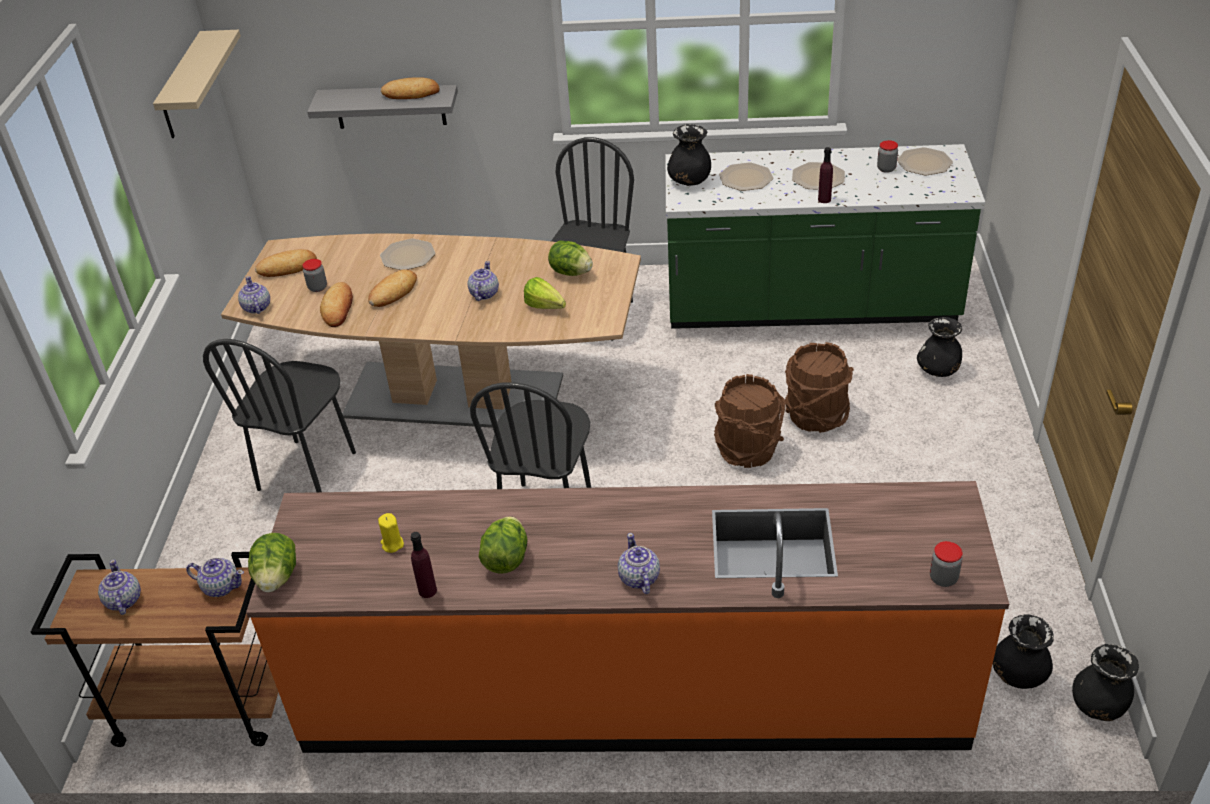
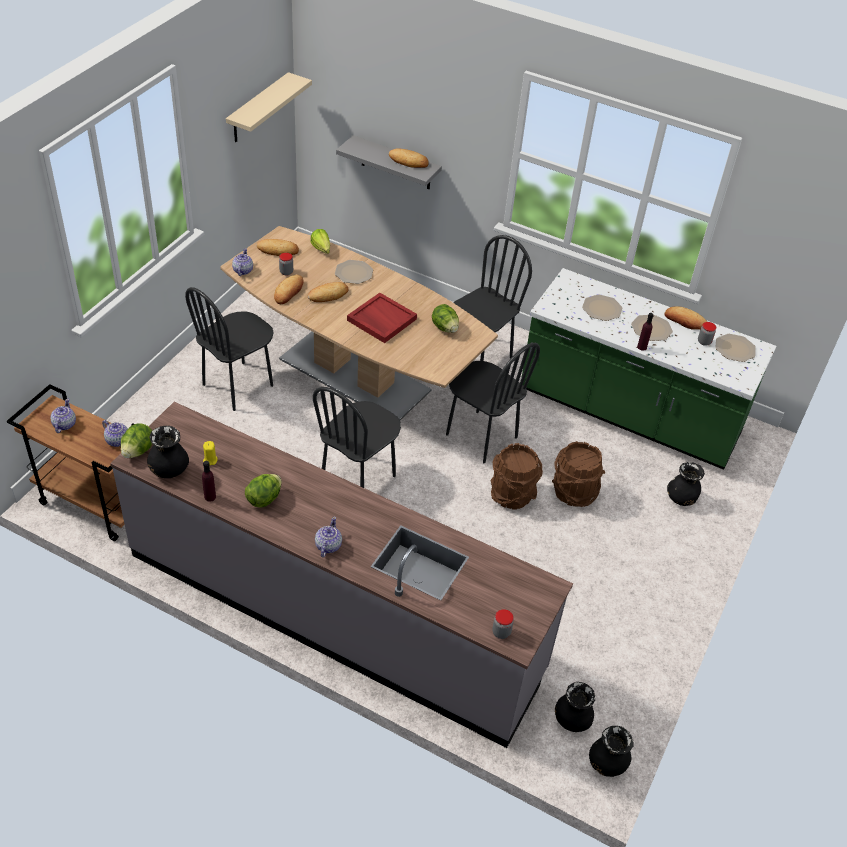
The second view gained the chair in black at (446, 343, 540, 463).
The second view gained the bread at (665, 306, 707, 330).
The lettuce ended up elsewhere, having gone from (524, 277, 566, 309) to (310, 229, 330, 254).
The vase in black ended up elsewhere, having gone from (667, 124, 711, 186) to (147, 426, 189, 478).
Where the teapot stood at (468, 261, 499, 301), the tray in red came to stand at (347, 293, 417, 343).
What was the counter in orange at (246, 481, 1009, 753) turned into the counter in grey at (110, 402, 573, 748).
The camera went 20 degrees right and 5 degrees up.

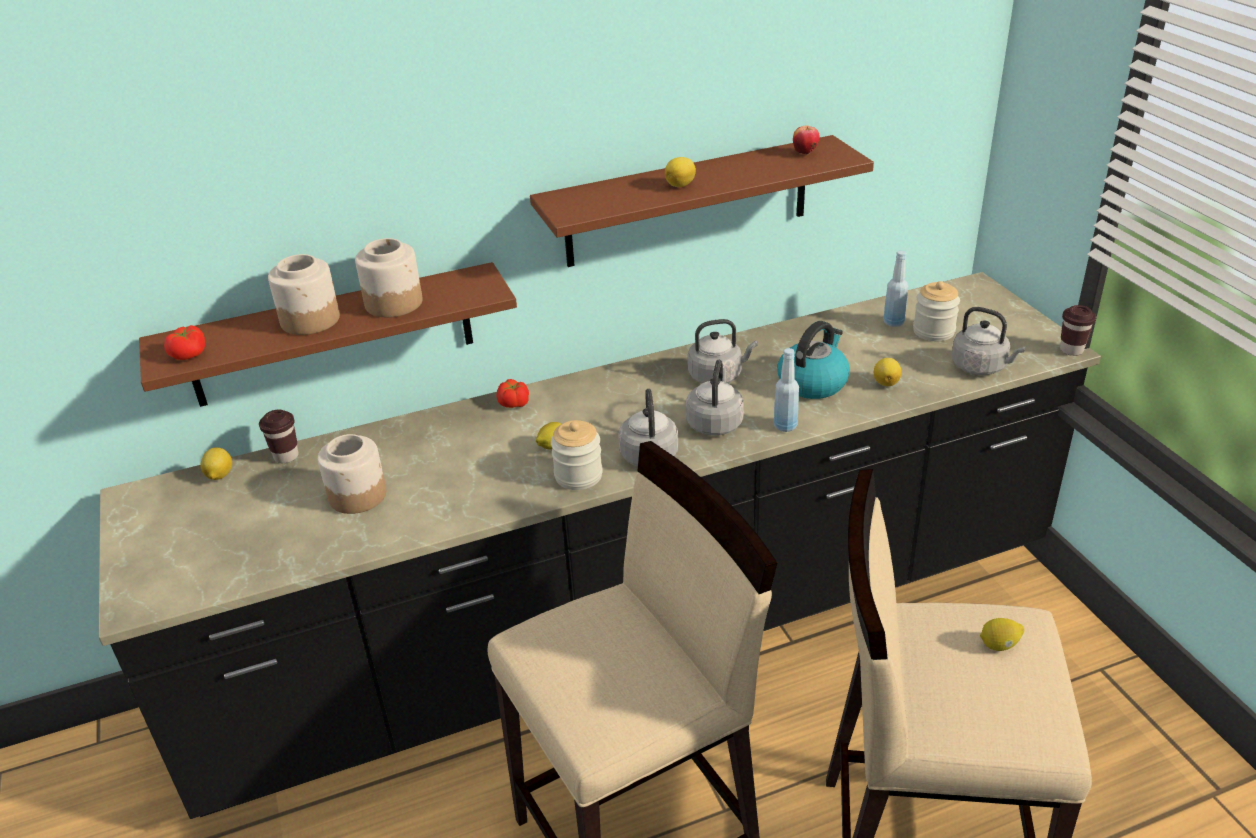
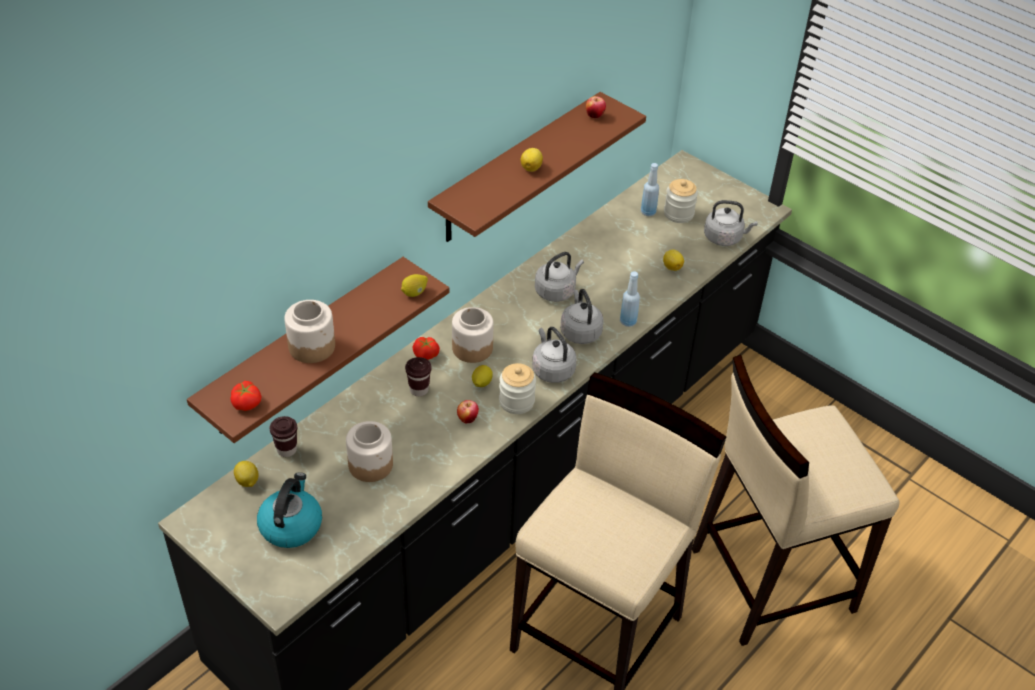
The second view gained the apple at (457, 400, 479, 424).
The jar ended up elsewhere, having gone from (355, 238, 423, 317) to (452, 307, 494, 363).
The kettle ended up elsewhere, having gone from (777, 321, 850, 399) to (257, 472, 322, 548).
The lemon ended up elsewhere, having gone from (980, 618, 1024, 651) to (401, 274, 428, 297).
The cup in brown ended up elsewhere, having gone from (1060, 305, 1096, 356) to (405, 357, 431, 396).
The camera went 30 degrees left and 10 degrees up.

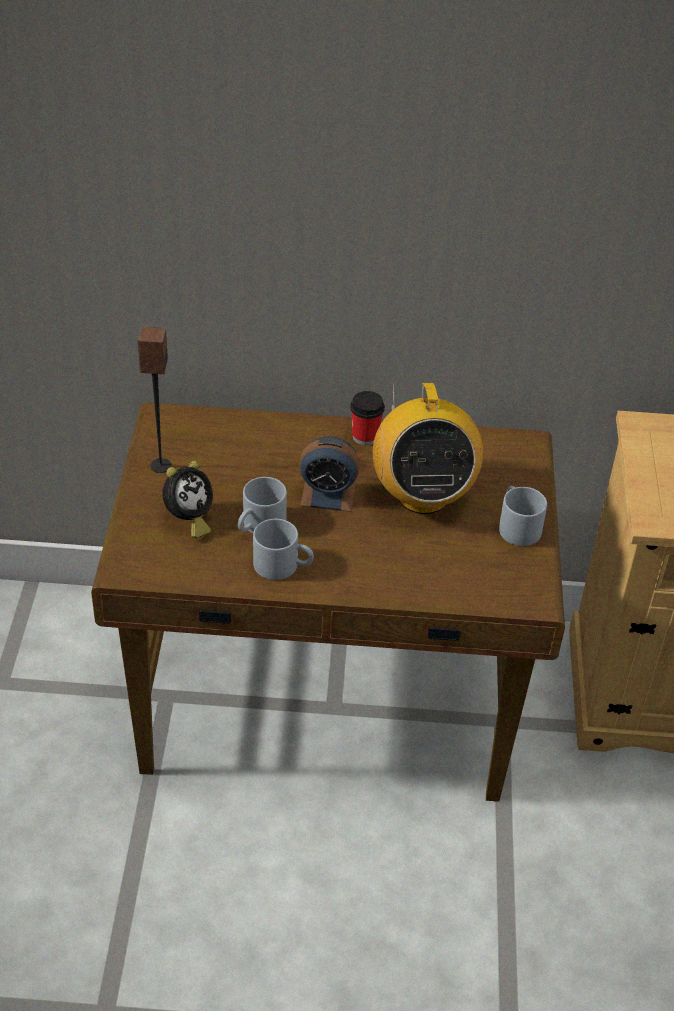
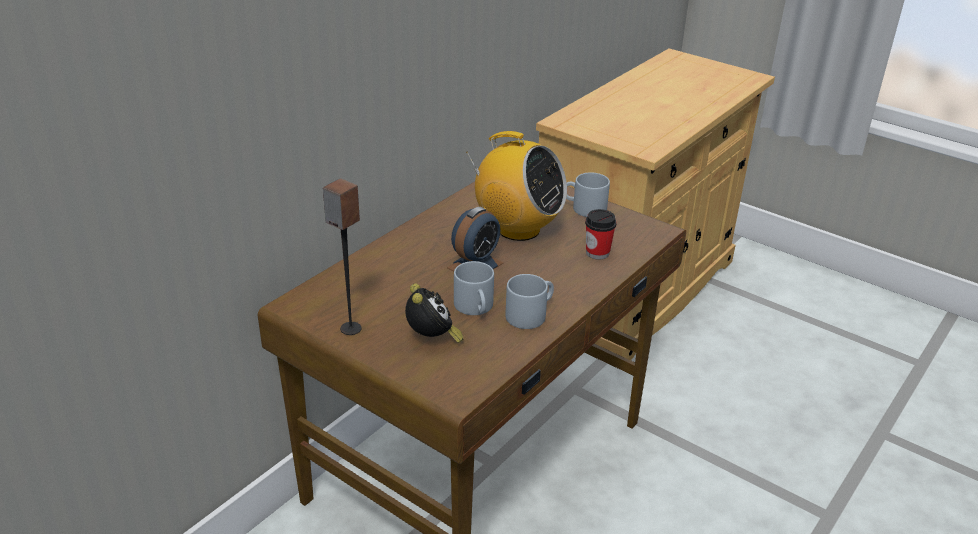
The cup ended up elsewhere, having gone from (350, 391, 385, 446) to (585, 209, 616, 260).
The camera went 55 degrees left and 10 degrees down.

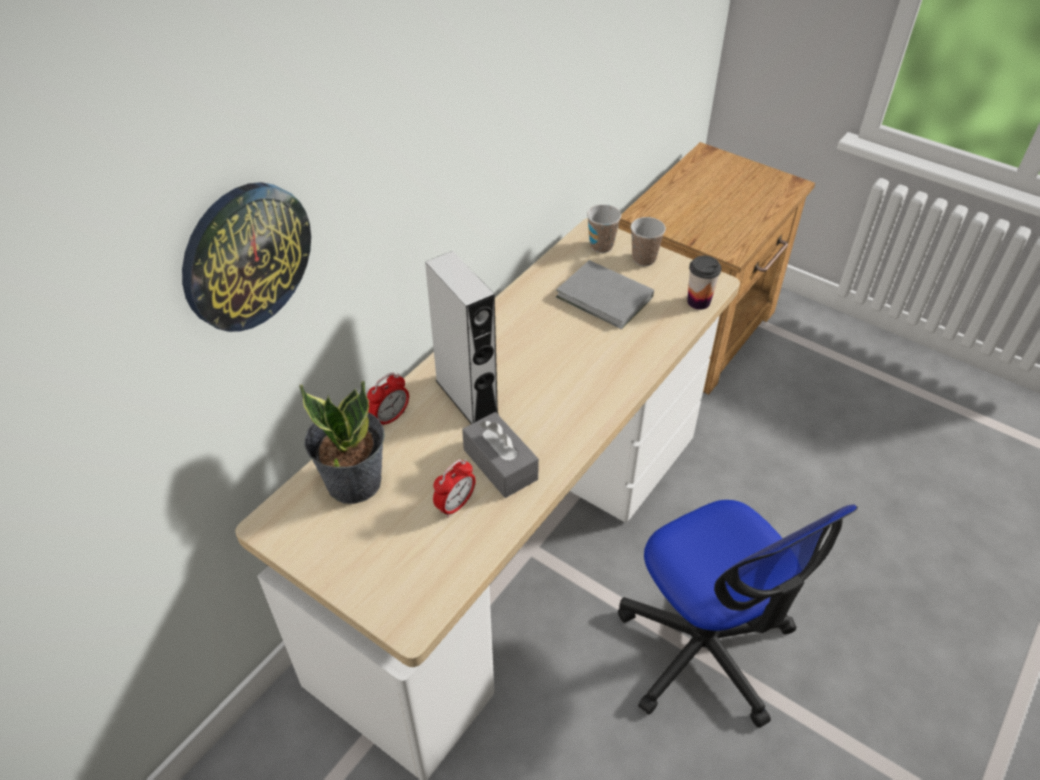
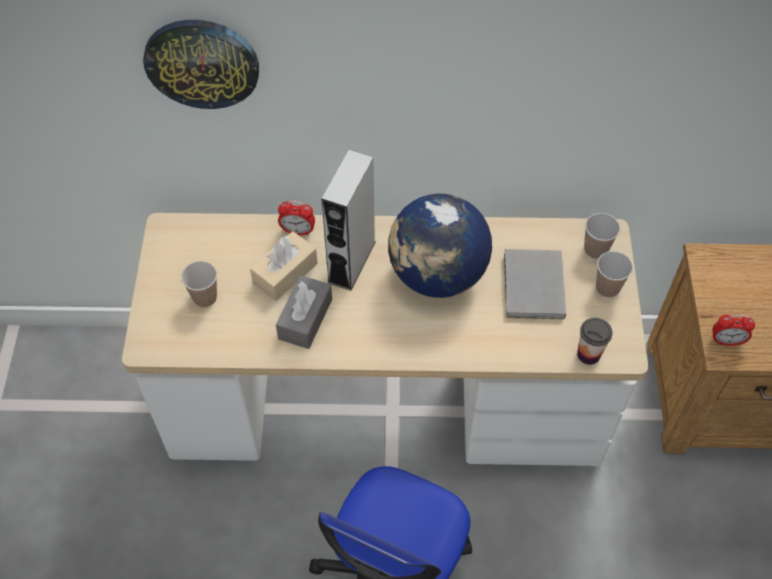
The second view lost the potted plant at (299, 381, 385, 504).
The second view gained the cup at (181, 261, 217, 308).
The second view gained the tissue box in beige at (250, 231, 318, 301).
The second view gained the globe at (388, 194, 492, 298).
The alarm clock ended up elsewhere, having gone from (433, 459, 476, 518) to (712, 314, 755, 346).
The camera went 55 degrees right and 10 degrees up.

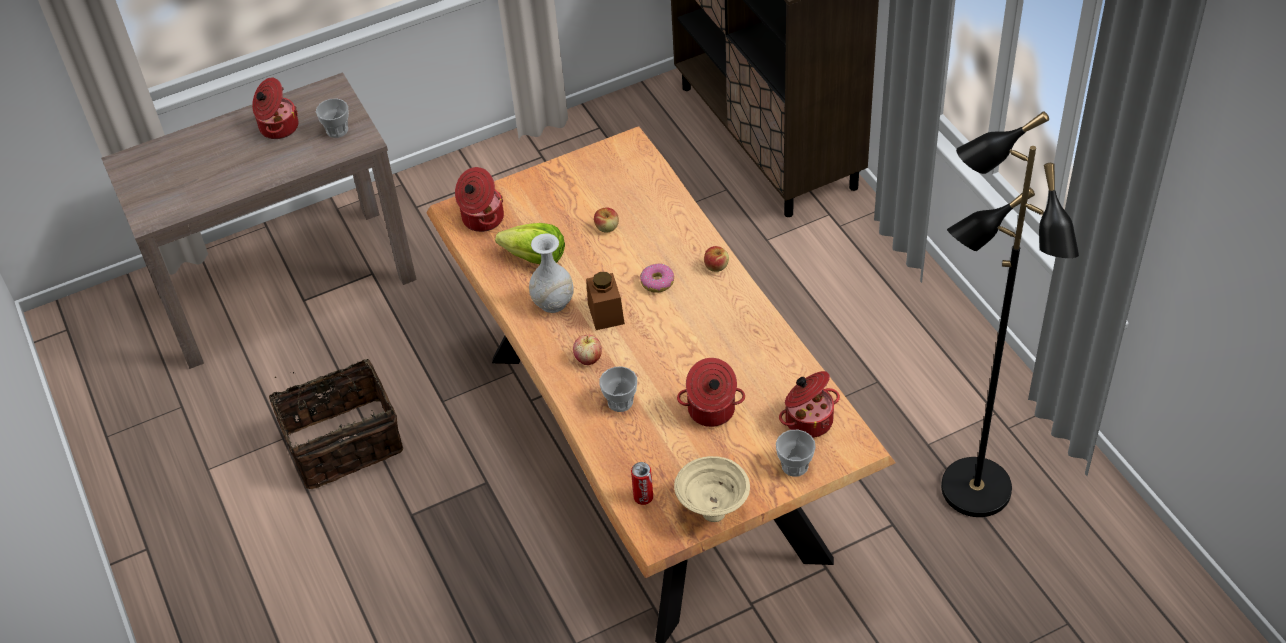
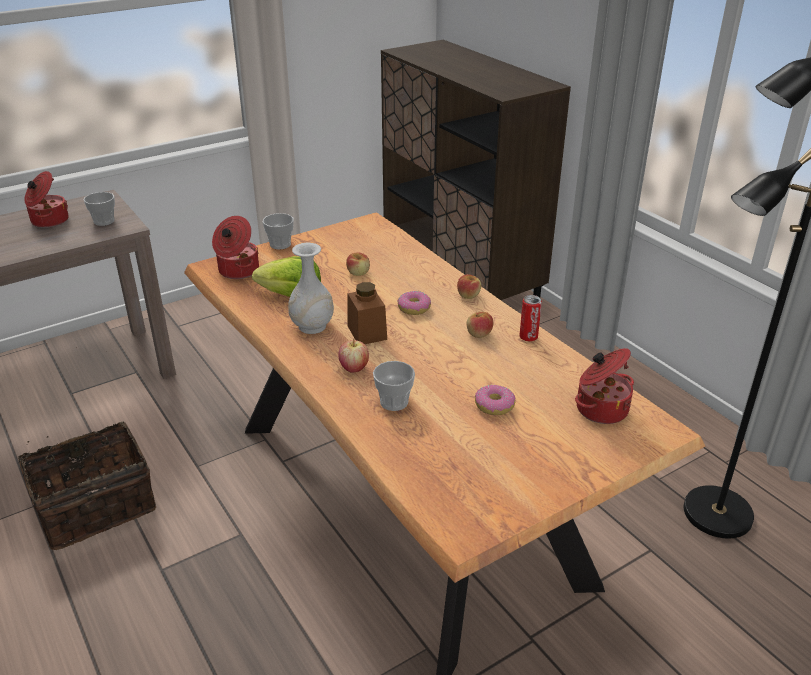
The second view lost the bowl in beige at (674, 456, 750, 522).
The second view gained the apple at (467, 312, 493, 338).
The can ended up elsewhere, having gone from (631, 462, 653, 505) to (520, 295, 542, 341).
The cup ended up elsewhere, having gone from (776, 430, 816, 477) to (263, 213, 294, 250).
Where the cooking pot stood at (677, 358, 745, 427), the donut came to stand at (475, 385, 515, 415).
The camera went 10 degrees left and 15 degrees down.

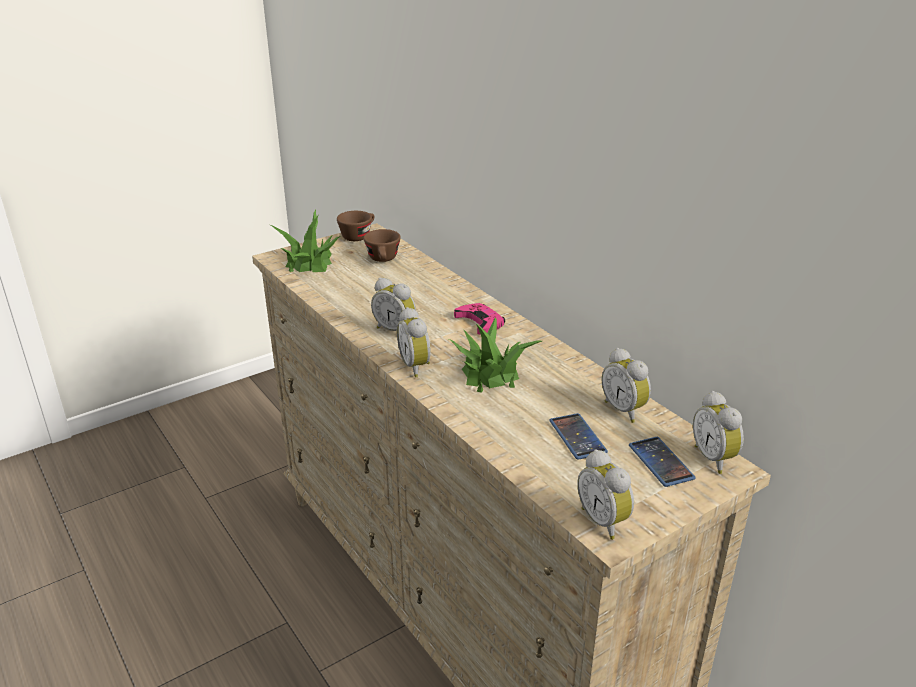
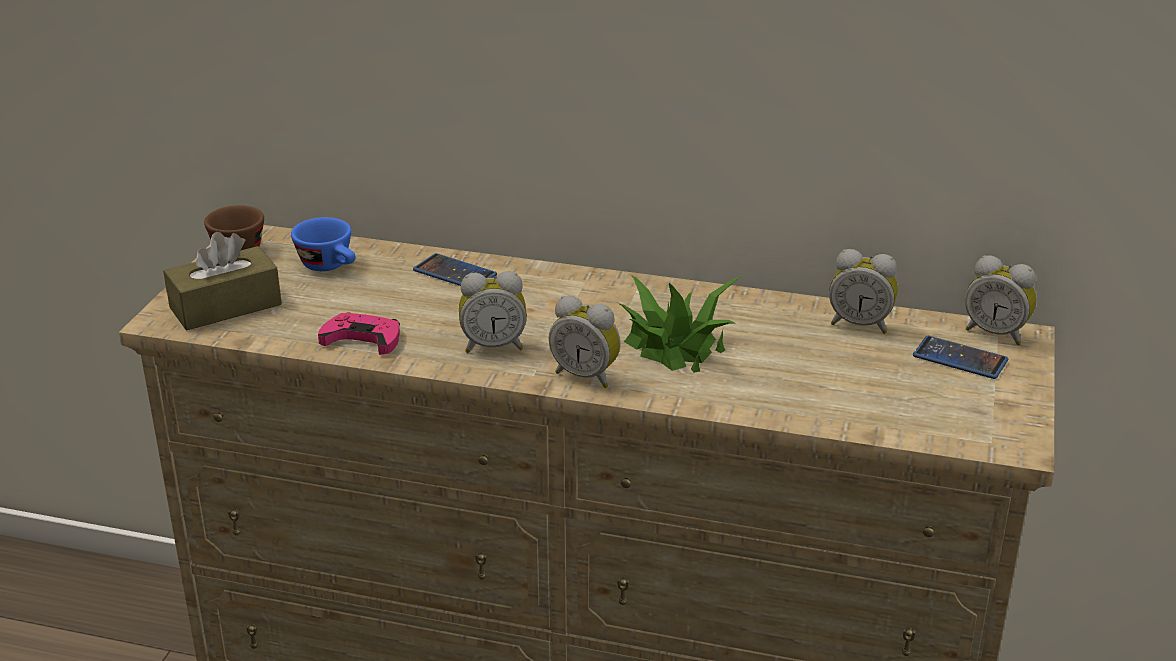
The second view lost the alarm clock at (577, 449, 634, 540).
The game controller in pink ended up elsewhere, having gone from (454, 303, 505, 335) to (318, 312, 400, 355).
The phone ended up elsewhere, having gone from (550, 413, 608, 460) to (413, 253, 497, 286).
Where the potted plant stood at (271, 210, 340, 272), the tissue box in brown came to stand at (163, 232, 282, 330).
What was the cup in brown at (364, 229, 401, 262) turned into the cup in blue at (291, 217, 356, 271).
The camera went 40 degrees left and 0 degrees up.

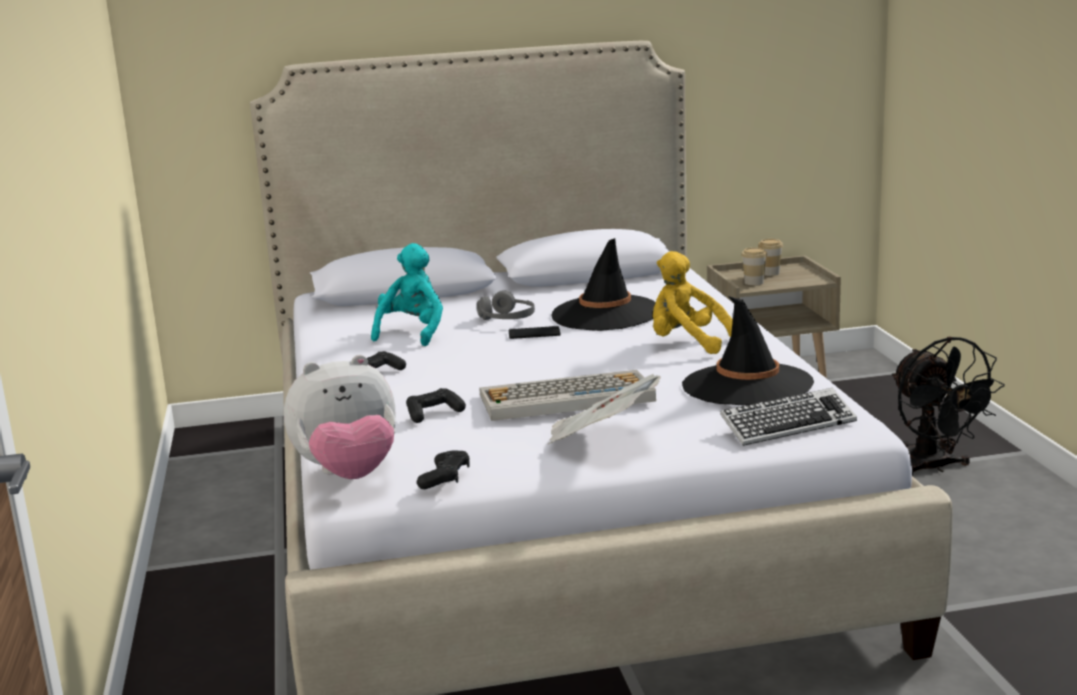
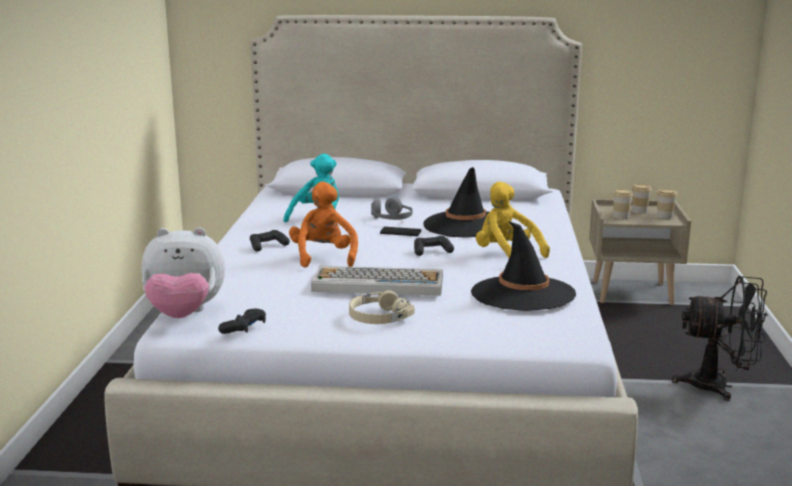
The second view lost the keyboard at (720, 388, 857, 446).
The second view gained the plush toy in orange at (289, 182, 358, 267).
The second view gained the cup at (657, 189, 678, 219).
The game controller in black ended up elsewhere, having gone from (406, 388, 466, 423) to (414, 236, 454, 256).
Where the newspaper stood at (548, 374, 661, 444), the headphones in beige came to stand at (349, 290, 414, 324).
The fan in black at (892, 336, 1005, 475) ended up facing another way, 75 degrees counterclockwise from before.
The camera went 15 degrees right and 0 degrees up.

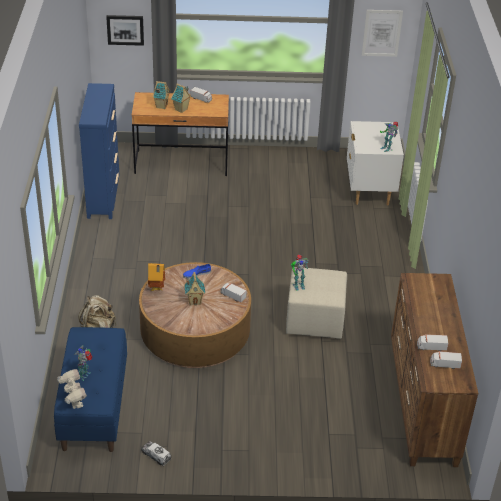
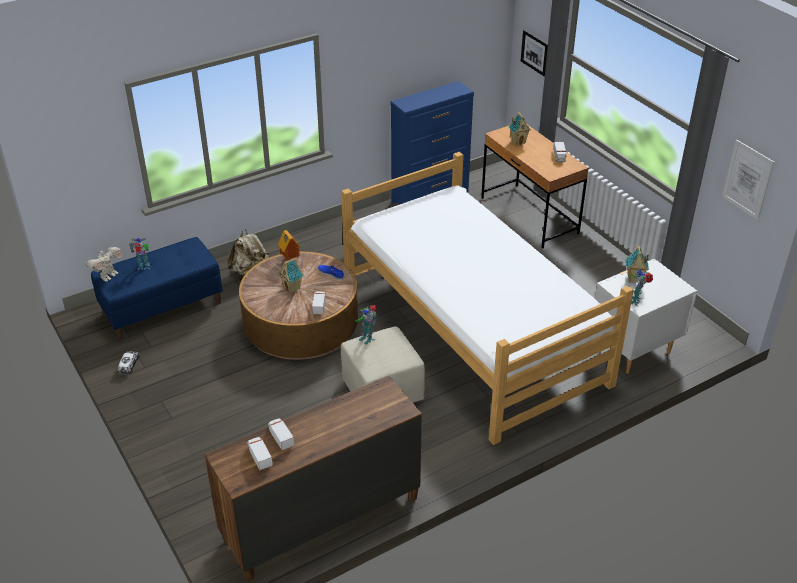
The second view gained the bed at (341, 152, 634, 445).
The toy house ended up elsewhere, having gone from (171, 84, 191, 113) to (625, 245, 649, 283).
The camera went 60 degrees right and 0 degrees up.

